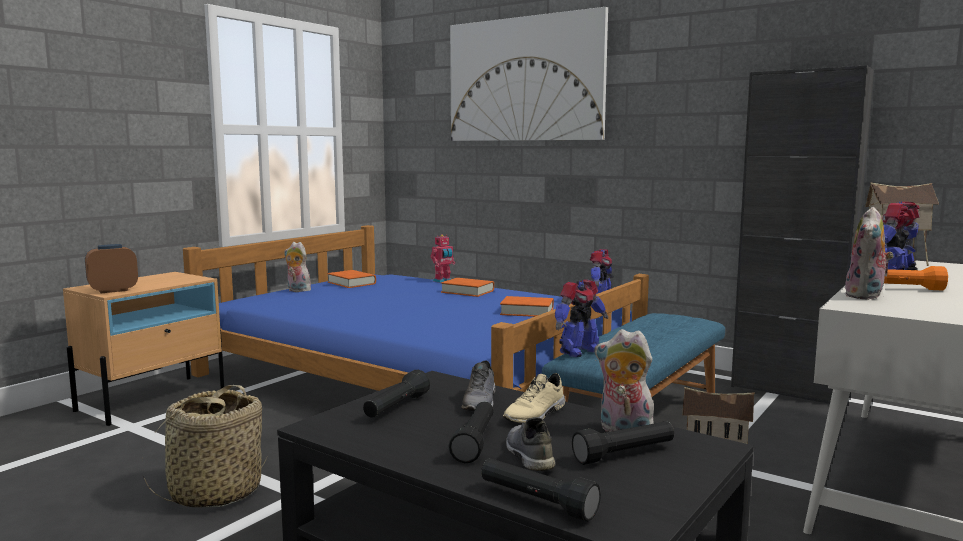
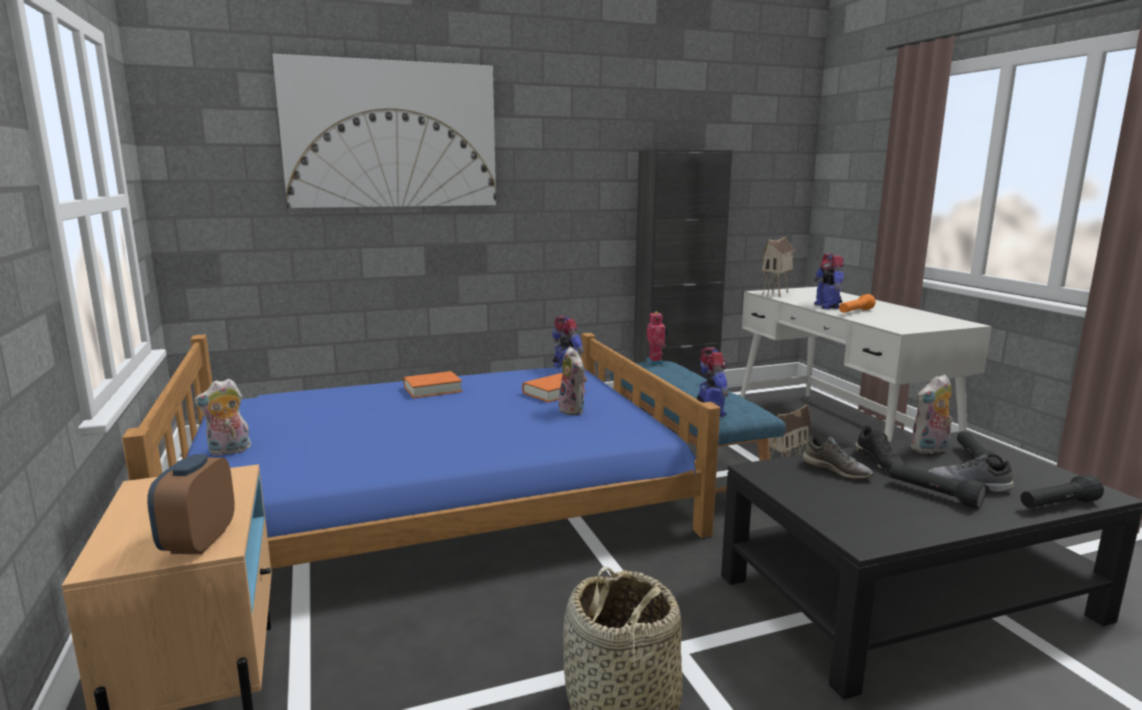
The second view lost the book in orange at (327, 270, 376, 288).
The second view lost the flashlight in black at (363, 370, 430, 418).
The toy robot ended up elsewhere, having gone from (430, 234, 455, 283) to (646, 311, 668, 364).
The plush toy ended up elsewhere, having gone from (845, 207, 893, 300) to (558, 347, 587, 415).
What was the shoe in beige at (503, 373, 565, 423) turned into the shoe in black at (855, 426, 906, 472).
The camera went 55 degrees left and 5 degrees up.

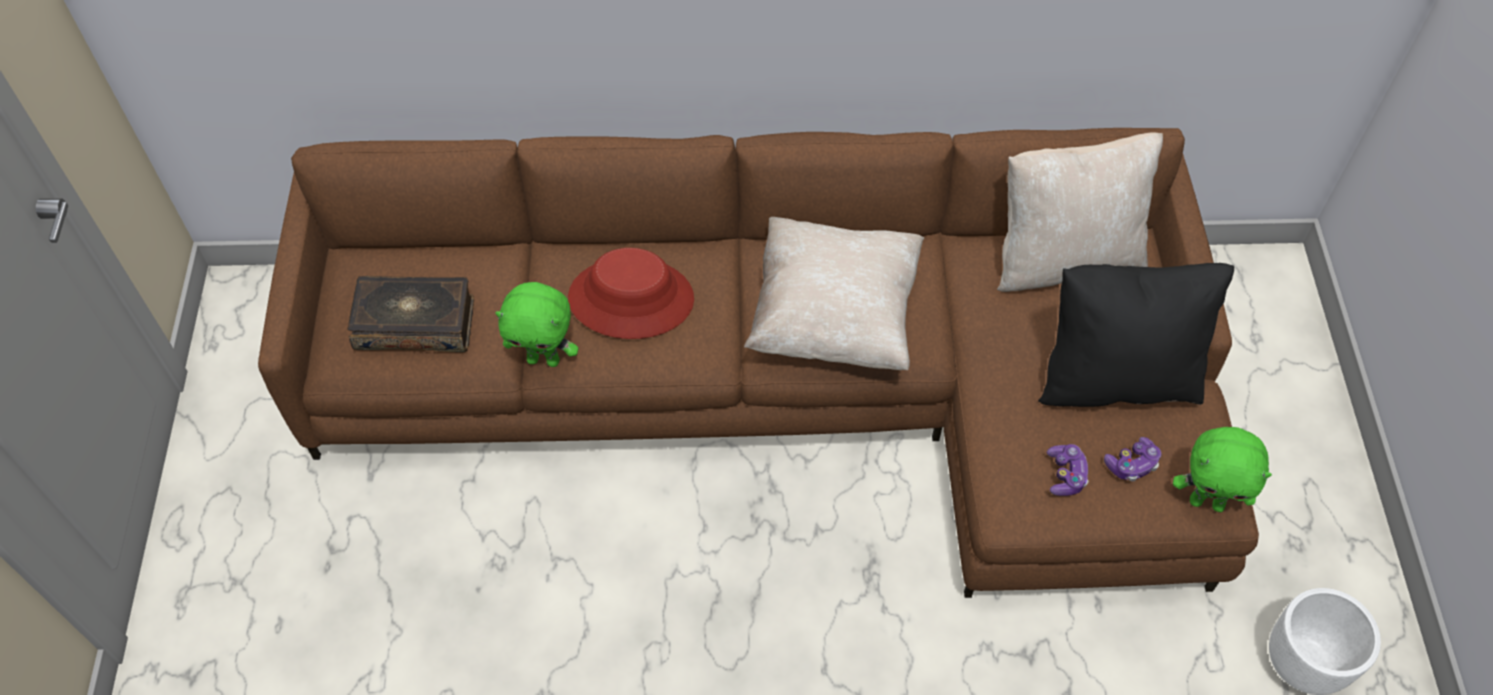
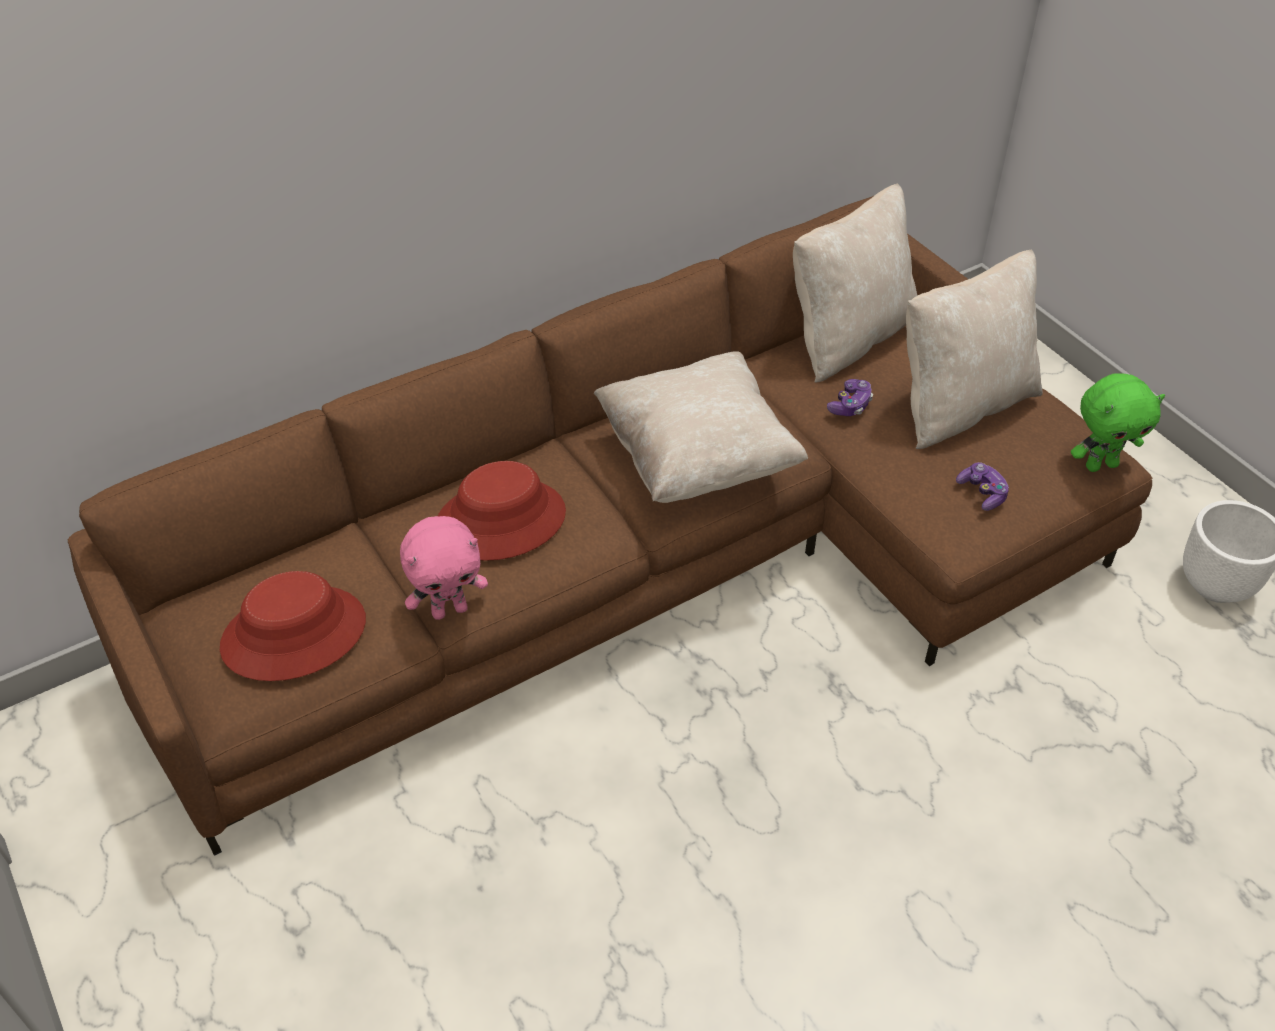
The game controller ended up elsewhere, having gone from (1104, 437, 1161, 481) to (827, 379, 873, 416).
Where the book stood at (347, 276, 474, 352), the hat in red came to stand at (220, 571, 366, 681).
What was the plush toy in green at (495, 282, 578, 367) turned into the plush toy in pink at (400, 516, 488, 620).
What was the pillow in black at (1038, 263, 1235, 407) turned into the pillow in beige at (906, 250, 1043, 449).
The camera went 30 degrees left and 10 degrees down.

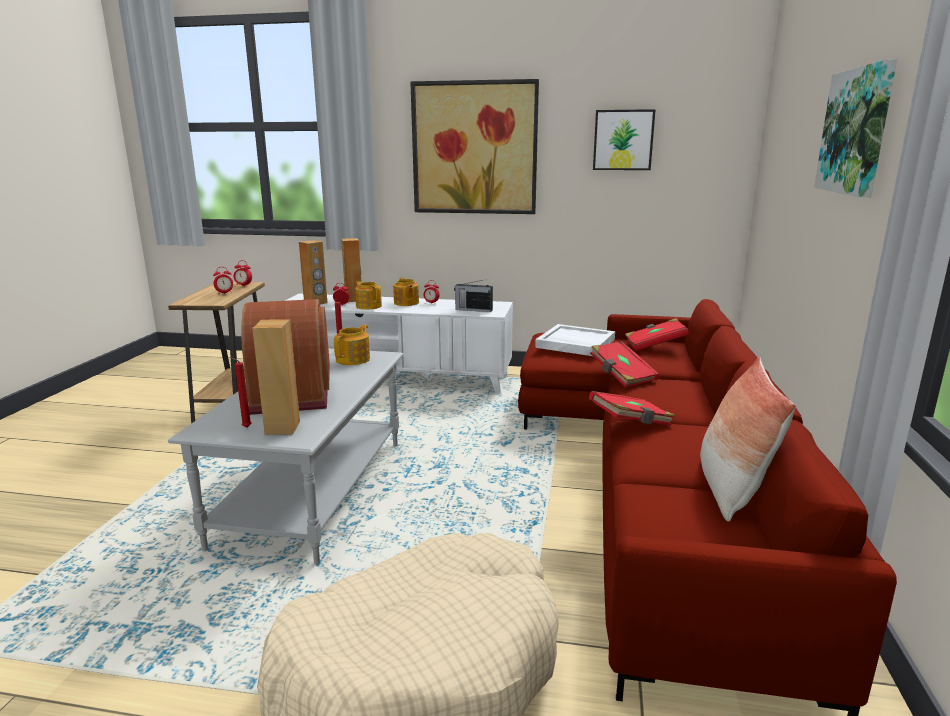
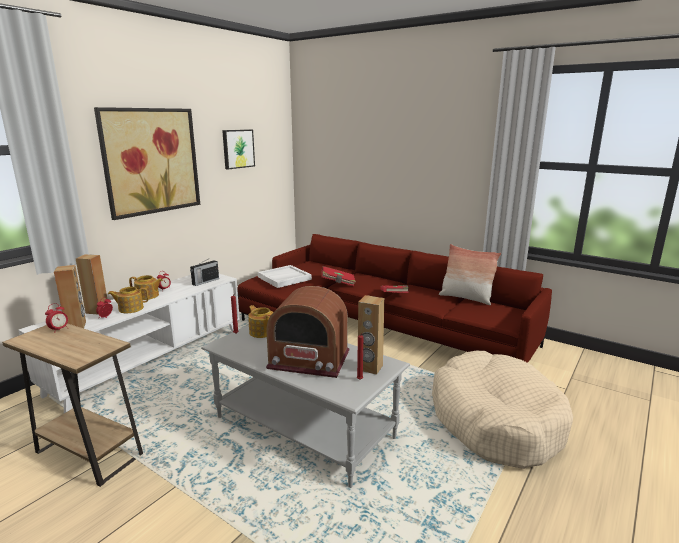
The second view lost the alarm clock at (213, 267, 233, 295).
The second view lost the book in red at (625, 318, 689, 351).
The second view lost the picture at (814, 59, 897, 197).
The camera went 65 degrees left and 0 degrees up.

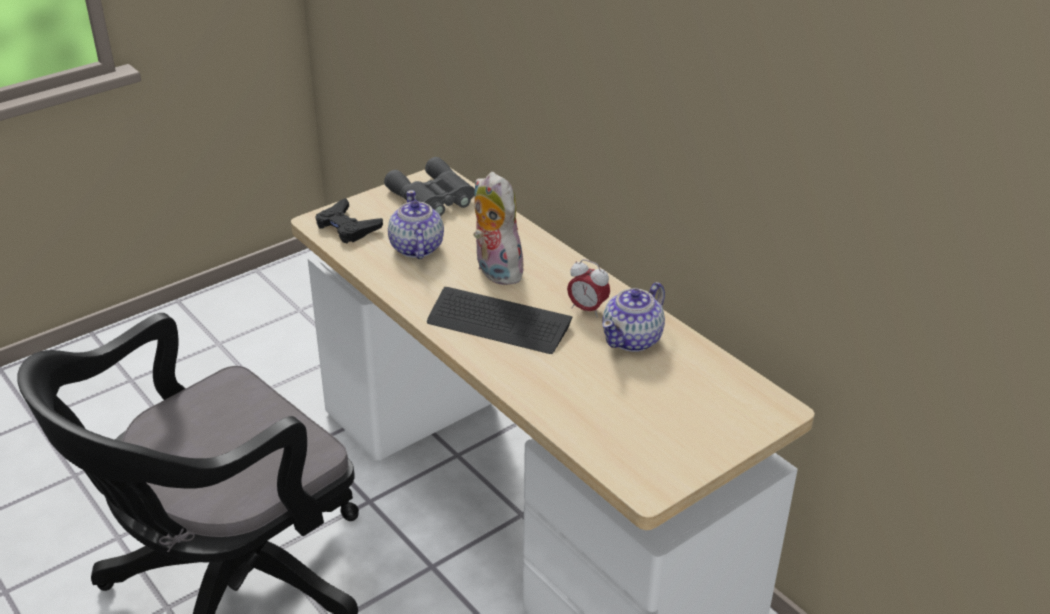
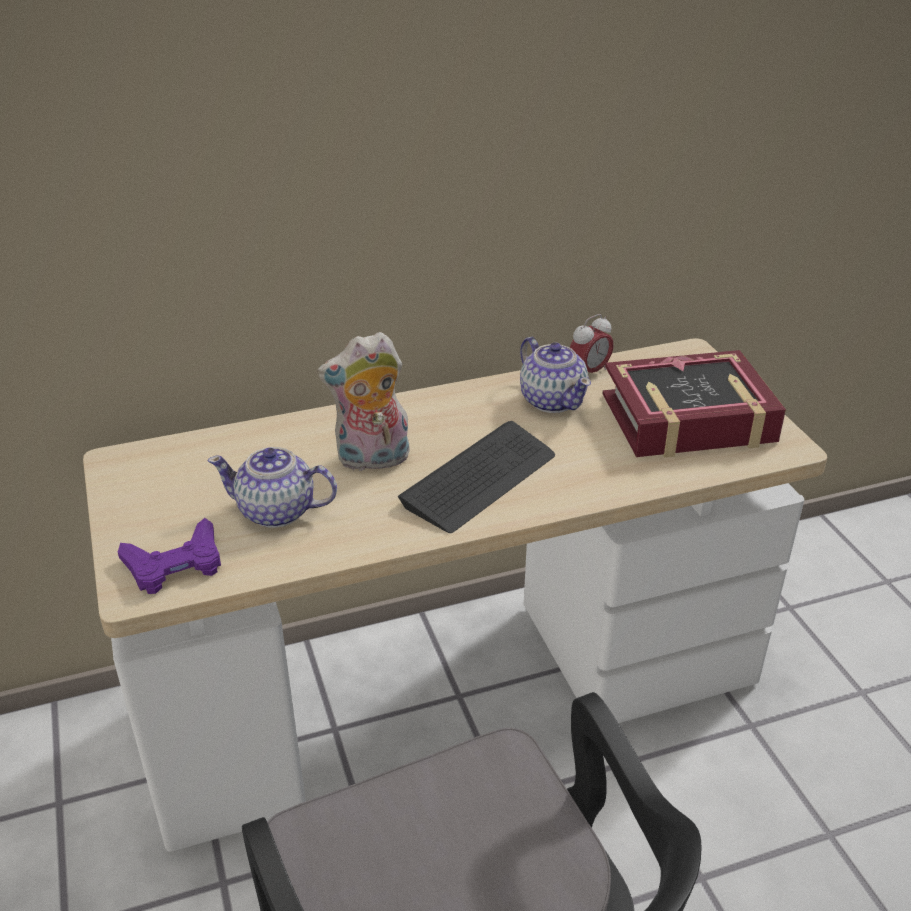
The second view lost the binoculars in grey at (384, 157, 475, 216).
The second view gained the book at (602, 350, 786, 458).
The alarm clock ended up elsewhere, having gone from (567, 259, 610, 317) to (570, 314, 614, 373).
What was the game controller in black at (315, 198, 383, 243) turned into the game controller in purple at (118, 518, 221, 594).
The camera went 70 degrees left and 0 degrees up.

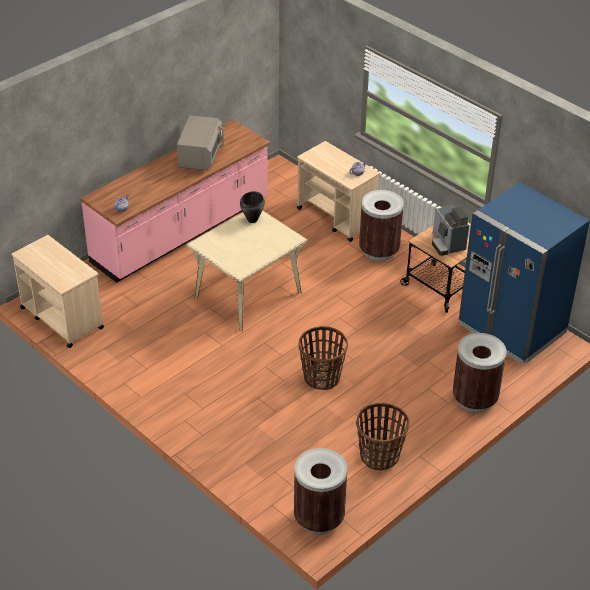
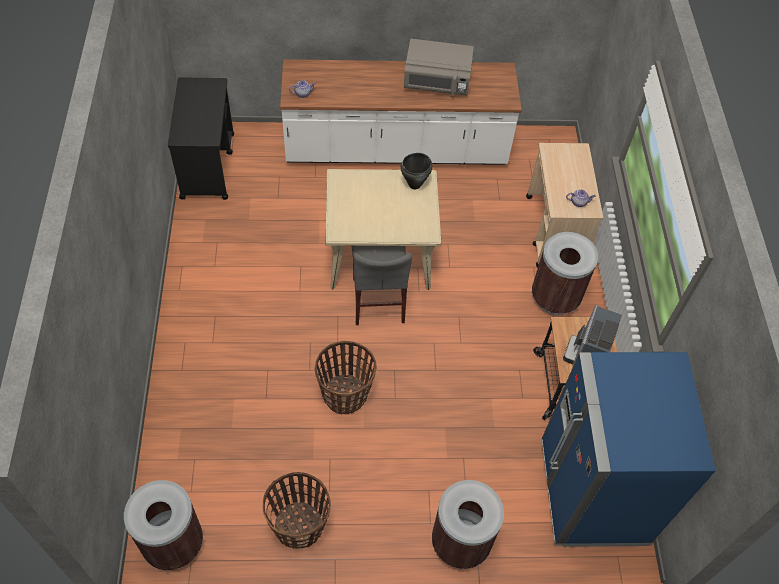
The second view gained the chair in grey at (352, 246, 412, 325).
What was the cart in beige at (12, 235, 104, 348) turned into the cart in black at (168, 77, 234, 200).
What was the counter in pink at (80, 120, 270, 283) turned into the counter in white at (280, 59, 522, 165).
The microwave in grey at (177, 115, 224, 170) ended up facing another way, 45 degrees clockwise from before.
The camera went 40 degrees right and 15 degrees up.

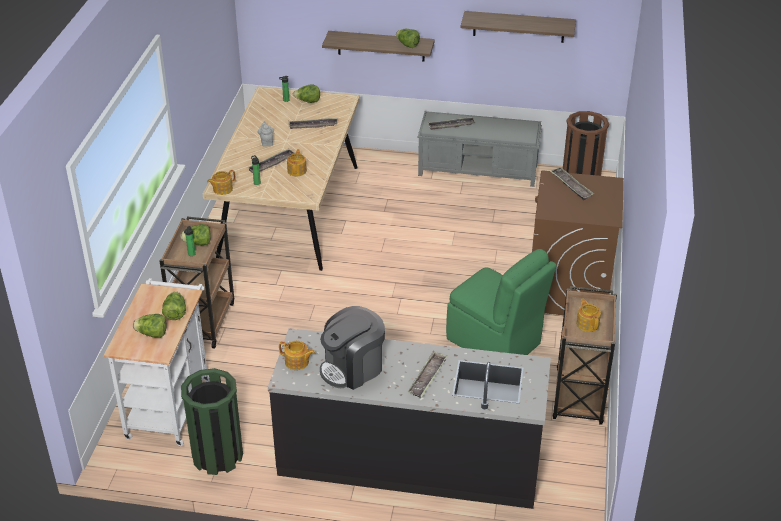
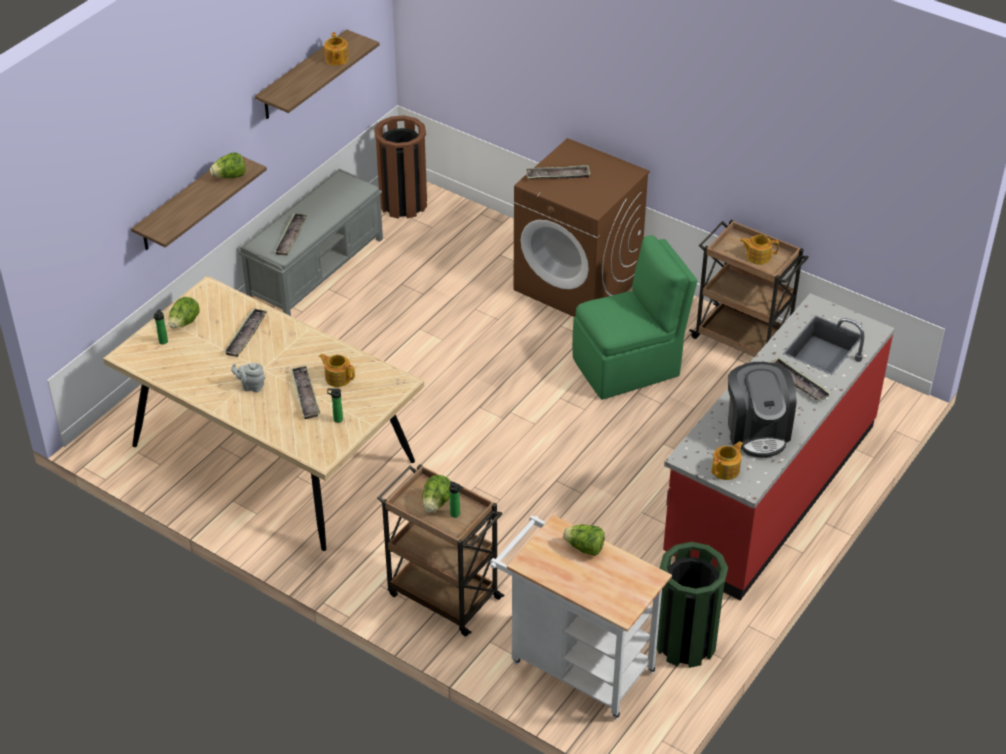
The second view lost the lettuce at (133, 314, 167, 338).
The teapot ended up elsewhere, having gone from (207, 170, 236, 195) to (324, 32, 349, 66).
What was the counter in black at (268, 328, 551, 509) turned into the counter in red at (663, 293, 895, 600).
The camera went 65 degrees left and 5 degrees up.

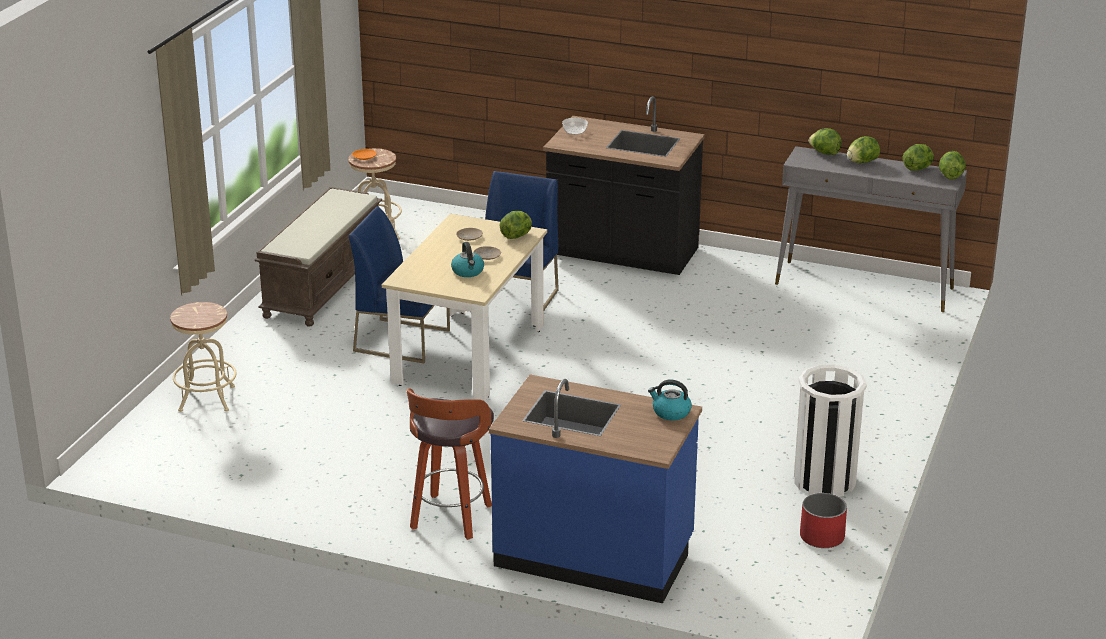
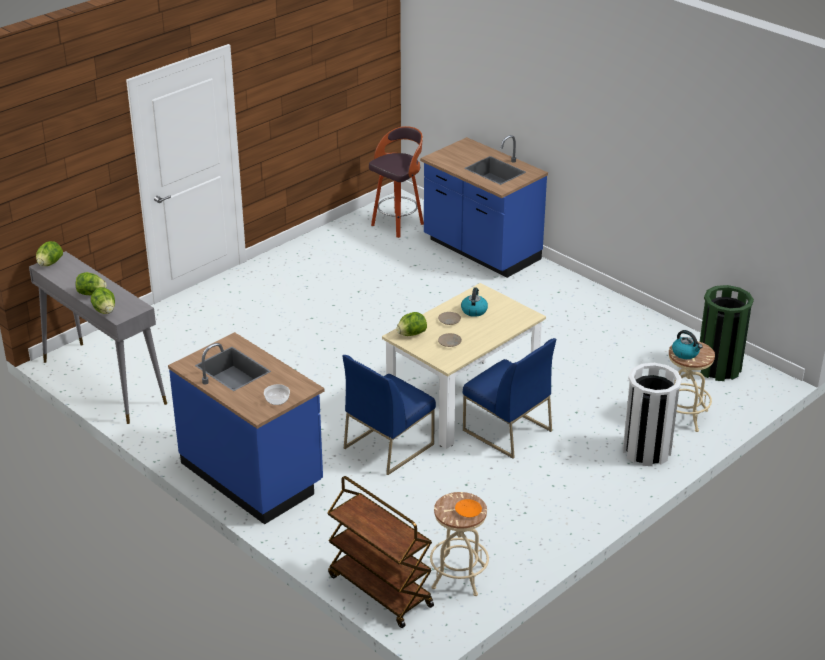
The second view lost the bench in brown at (254, 187, 382, 327).
The second view lost the planter in red at (800, 493, 847, 548).
The second view lost the lettuce at (903, 144, 934, 171).
The second view gained the cart in brown at (327, 476, 434, 628).
The second view gained the trash can in green at (700, 285, 754, 381).
The stool ended up elsewhere, having gone from (407, 388, 494, 540) to (369, 126, 424, 238).
The kettle ended up elsewhere, having gone from (648, 379, 692, 420) to (672, 330, 703, 359).
The trash can in white ended up elsewhere, having gone from (794, 365, 867, 497) to (623, 363, 682, 466).
What was the counter in black at (543, 96, 705, 275) turned into the counter in blue at (168, 332, 324, 525).
The camera went 155 degrees left and 5 degrees up.

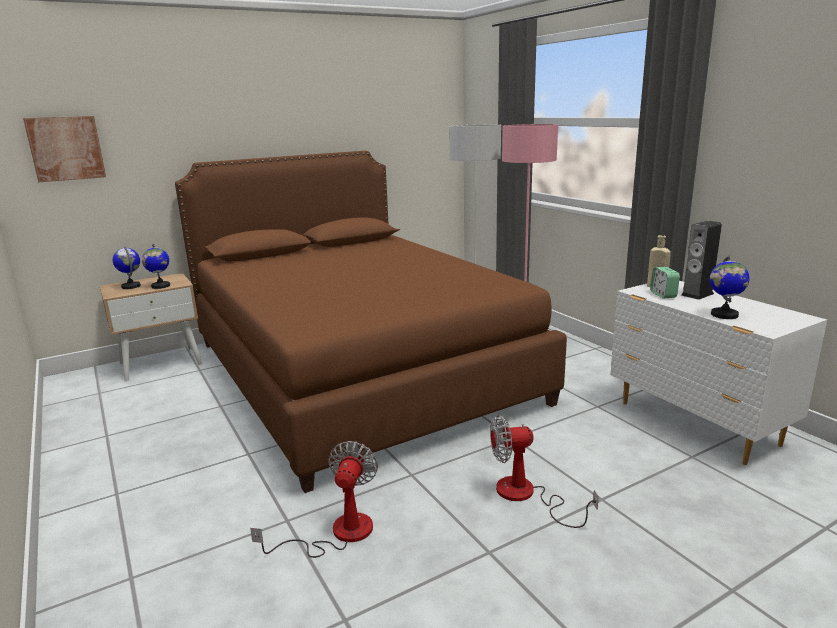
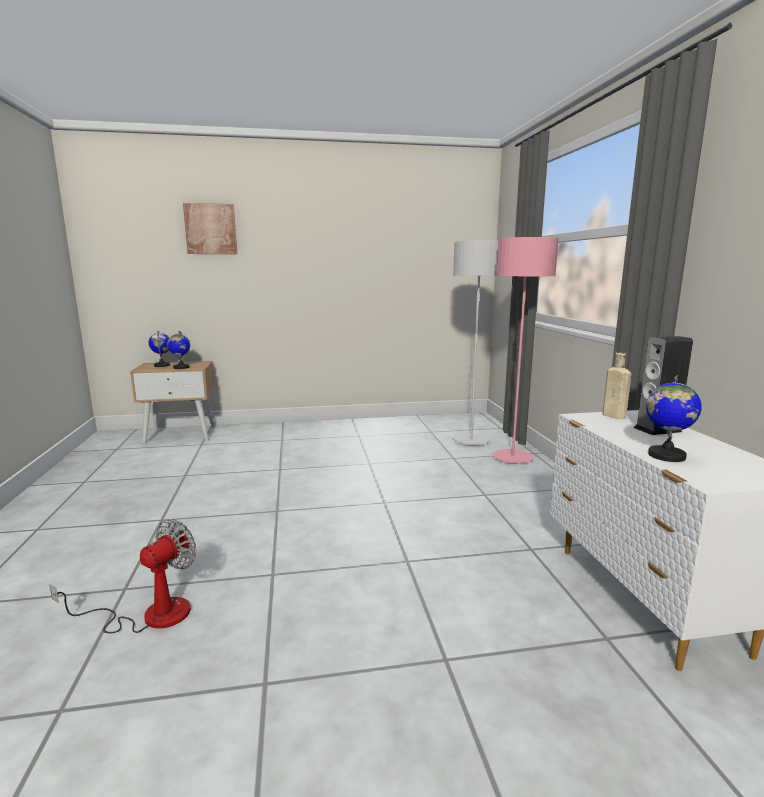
The second view lost the bed in brown at (175, 151, 567, 493).
The second view lost the fan at (490, 415, 599, 528).
The second view lost the alarm clock at (650, 267, 680, 298).
The picture ended up elsewhere, having gone from (23, 116, 106, 182) to (183, 203, 237, 254).
The camera went 20 degrees right and 5 degrees down.

